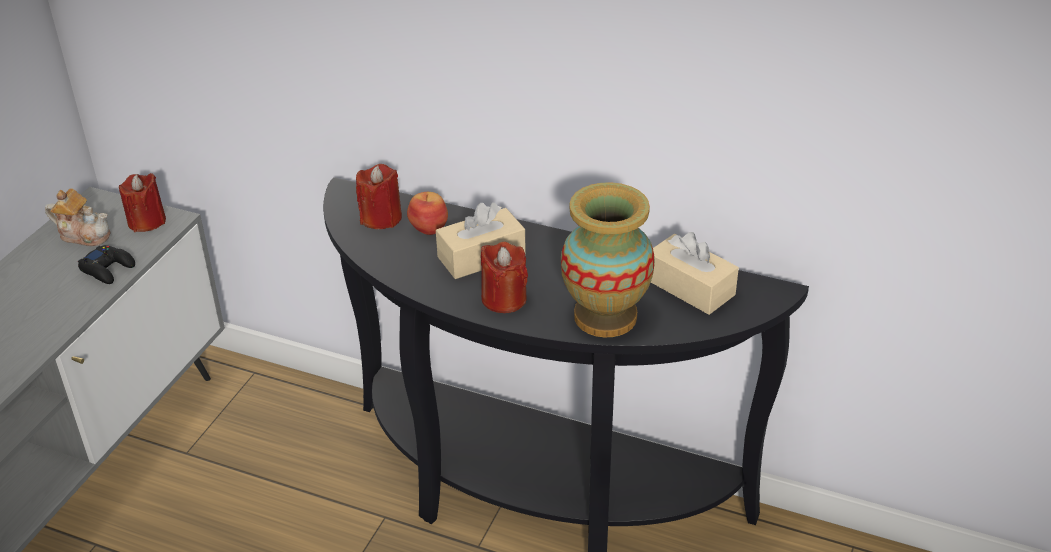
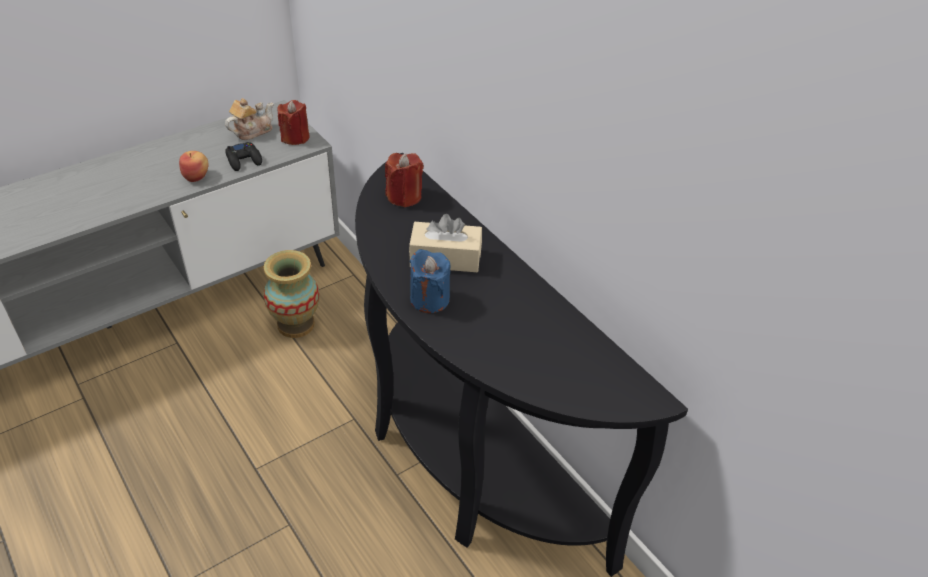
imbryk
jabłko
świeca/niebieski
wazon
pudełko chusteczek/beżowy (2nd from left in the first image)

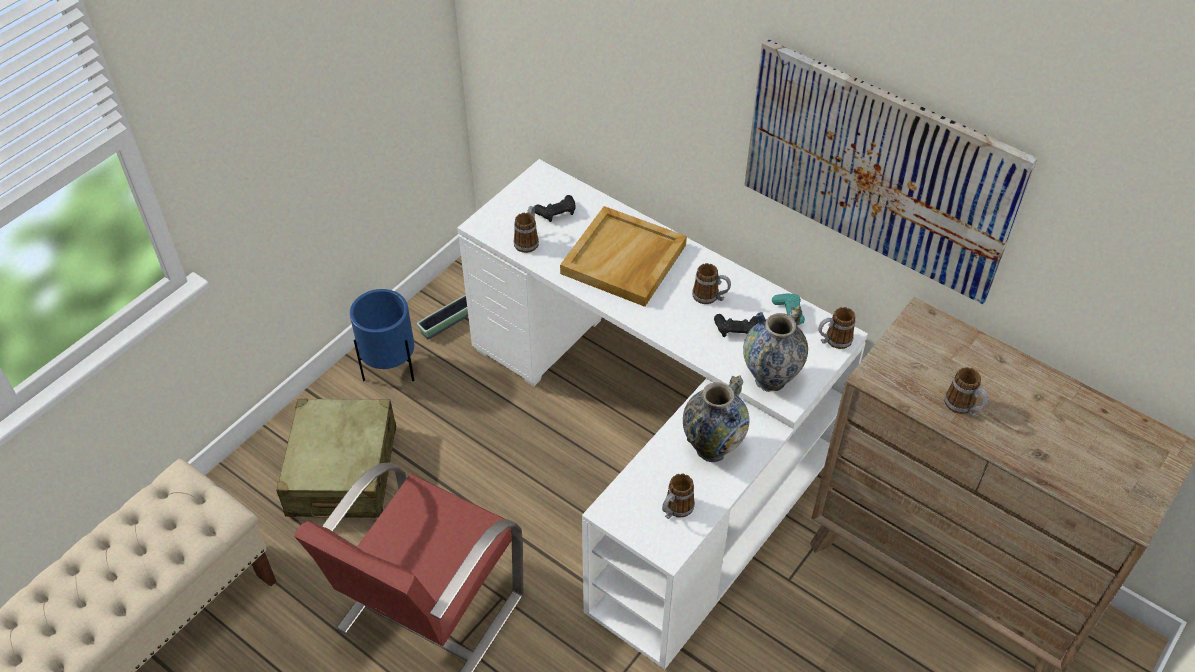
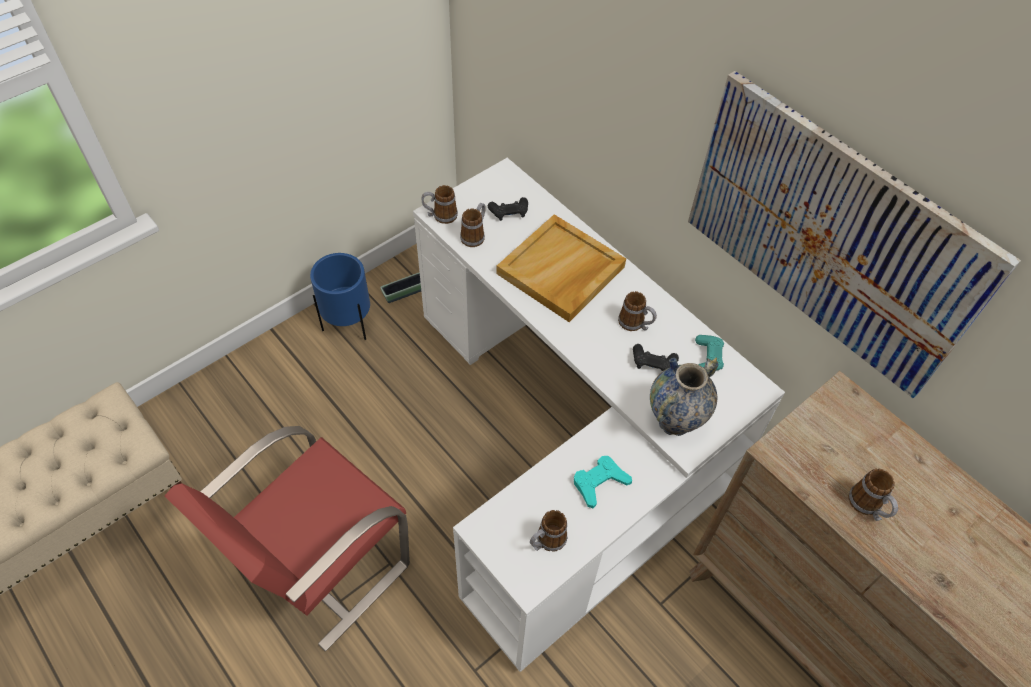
walizka/beżowy
pad do gier/turkusowy (1st from left)
kubek (1st from left)

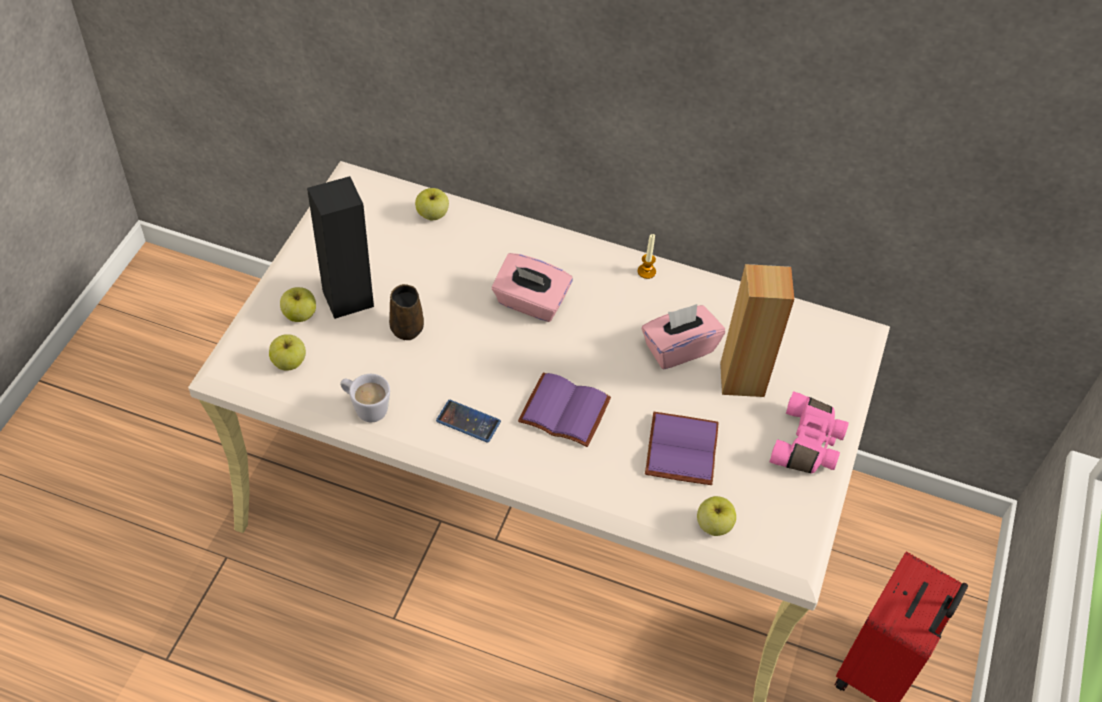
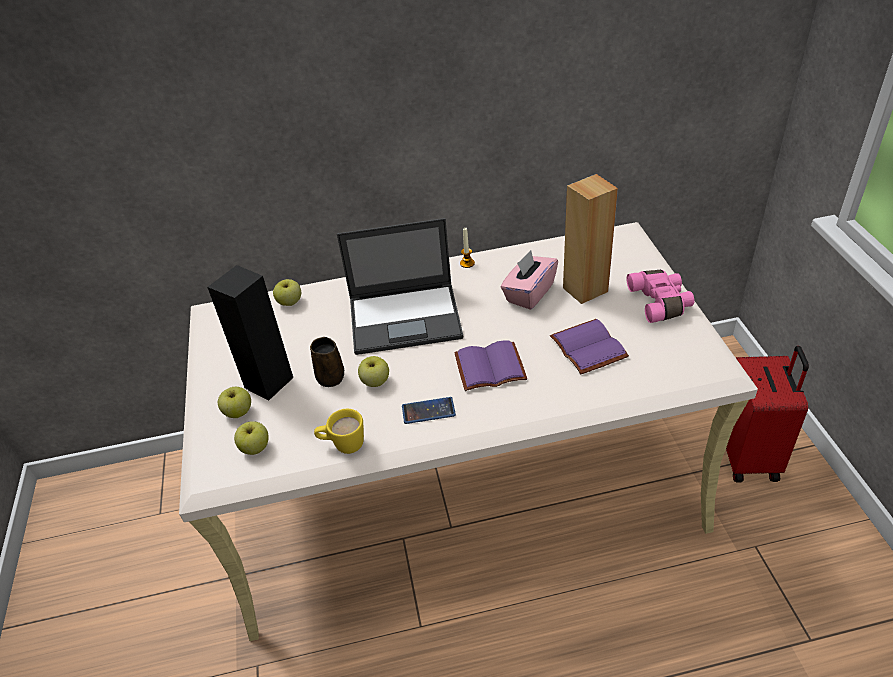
kubek/żółty
laptop
jabłko (4th from left)

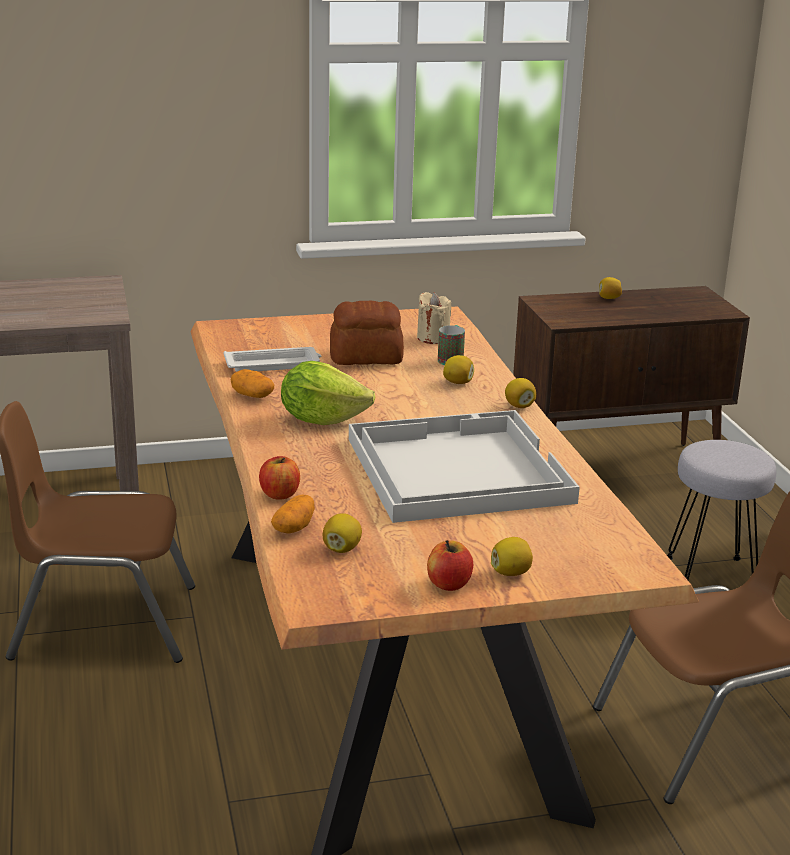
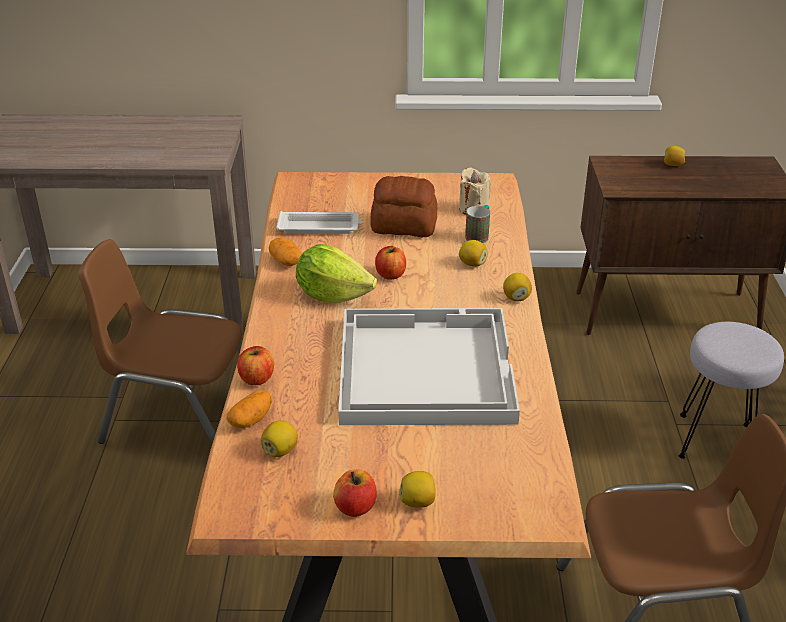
jabłko (3rd from left)

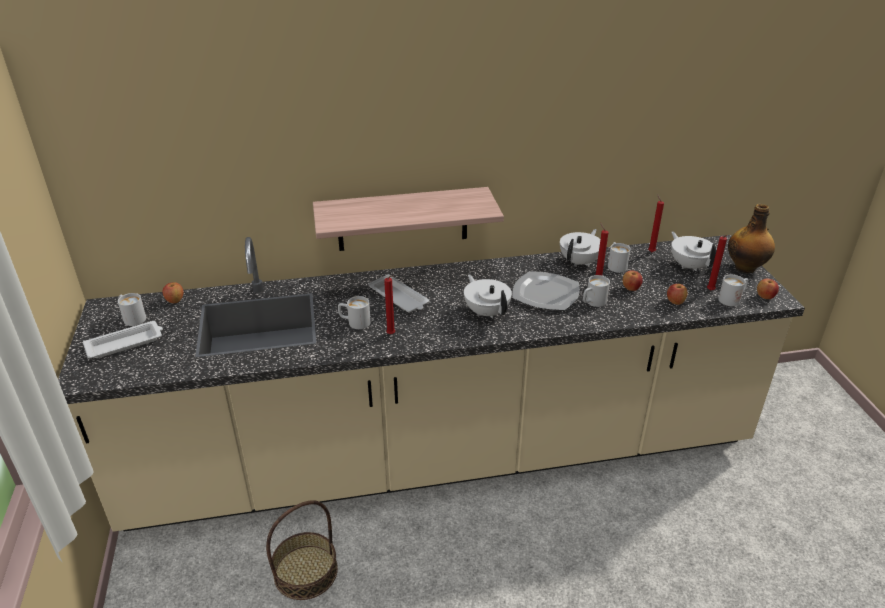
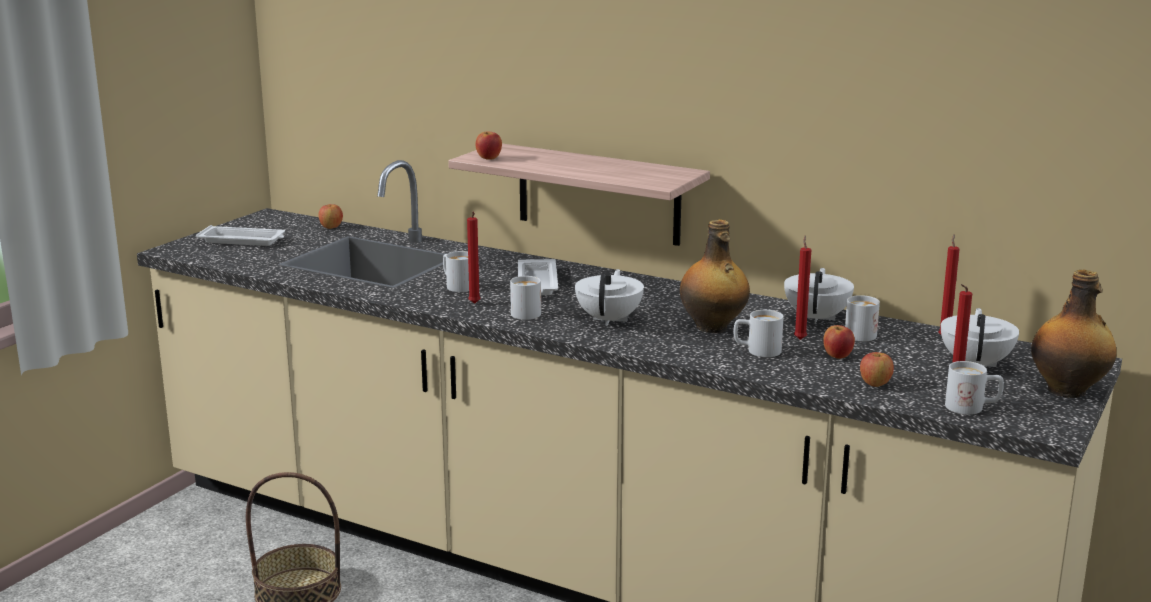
kubek/biały (2nd from left)
butelka (1st from left)
imbryk/biały (2nd from left)
jabłko (2nd from left)

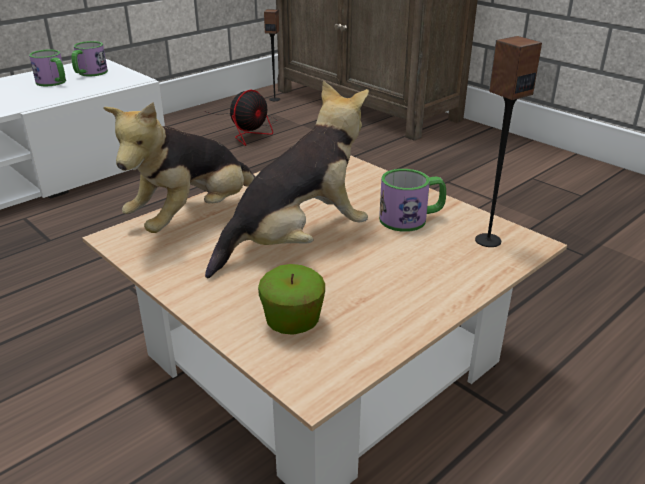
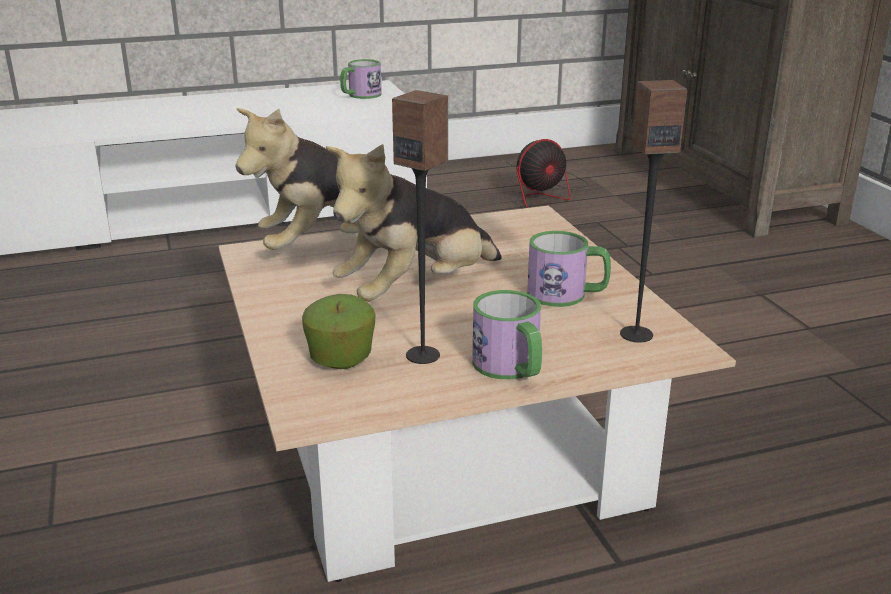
kubek (2nd from left)
pluszak (2nd from left)
głośnik (1st from left)

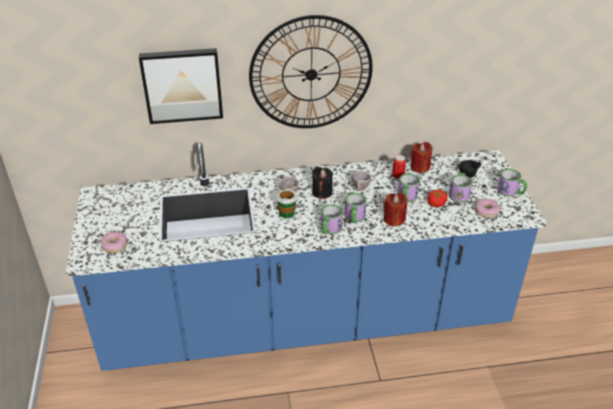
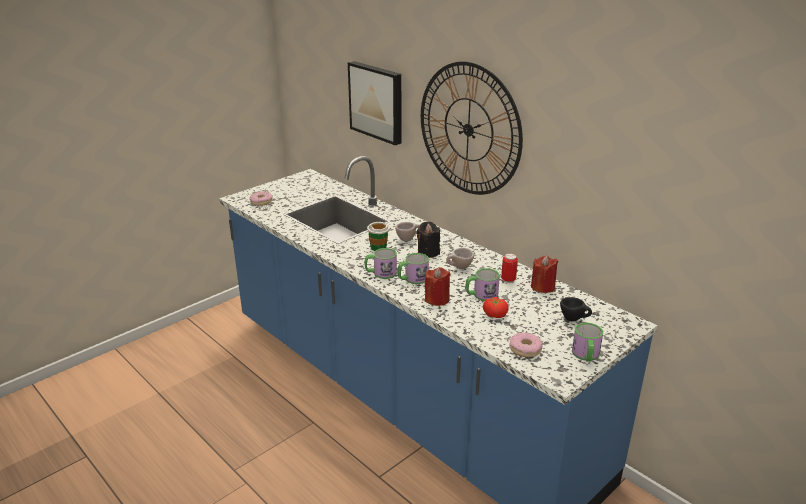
kubek (4th from left in the first image)

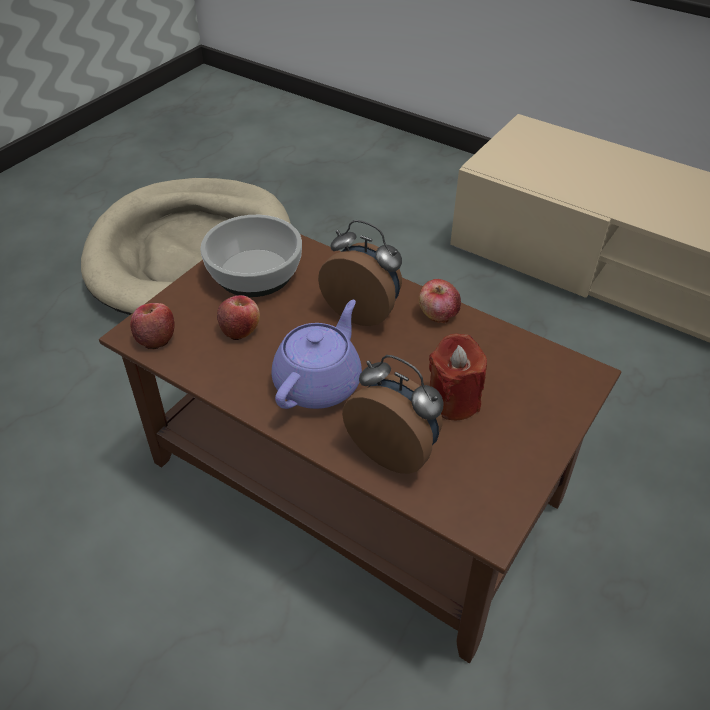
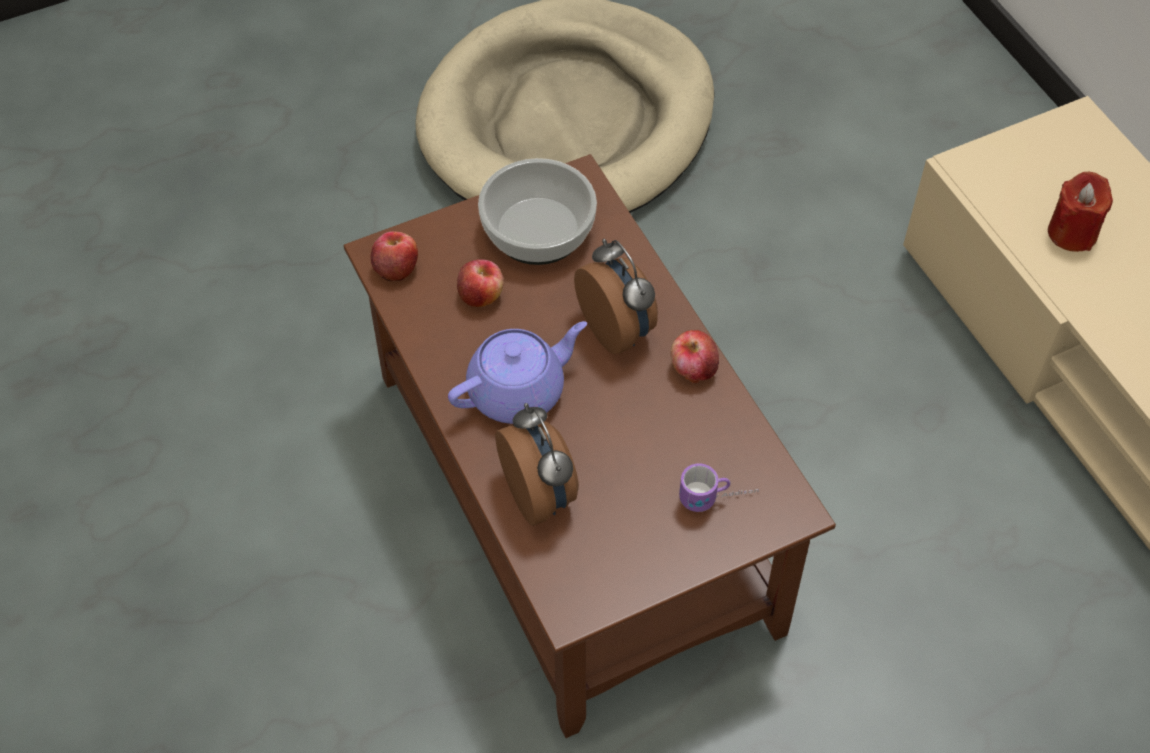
świeca/czerwony
kubek

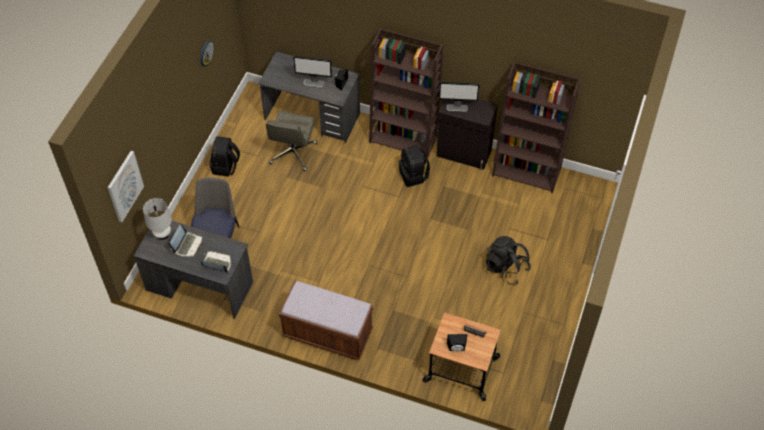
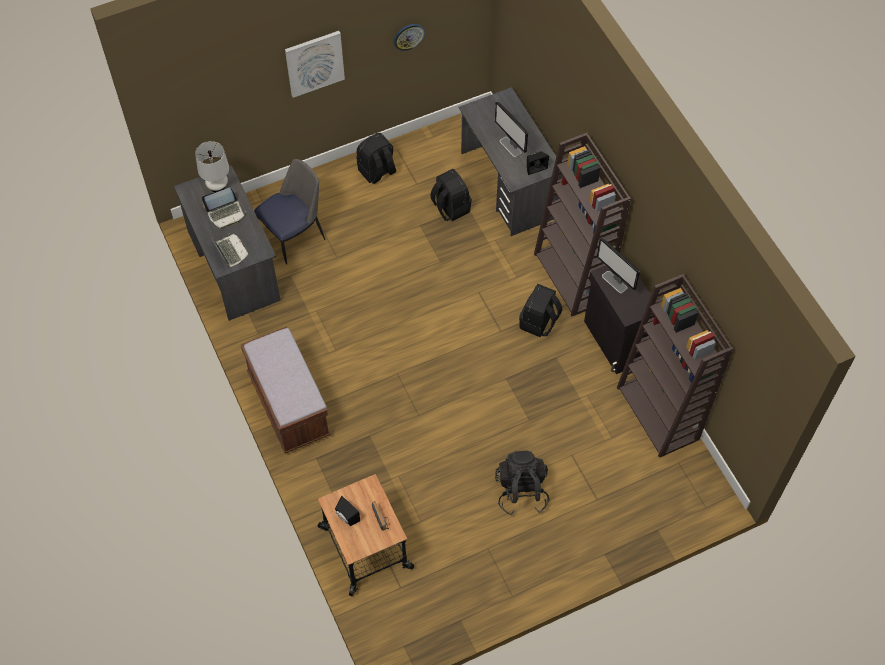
obraz
plecak/czarny (2nd from left)

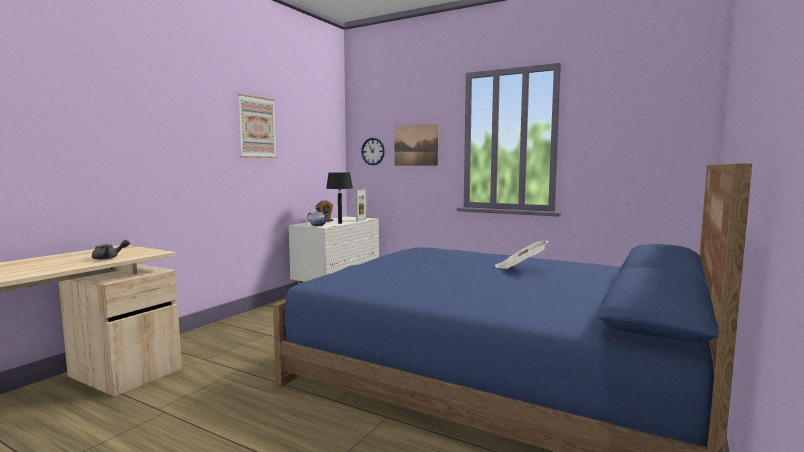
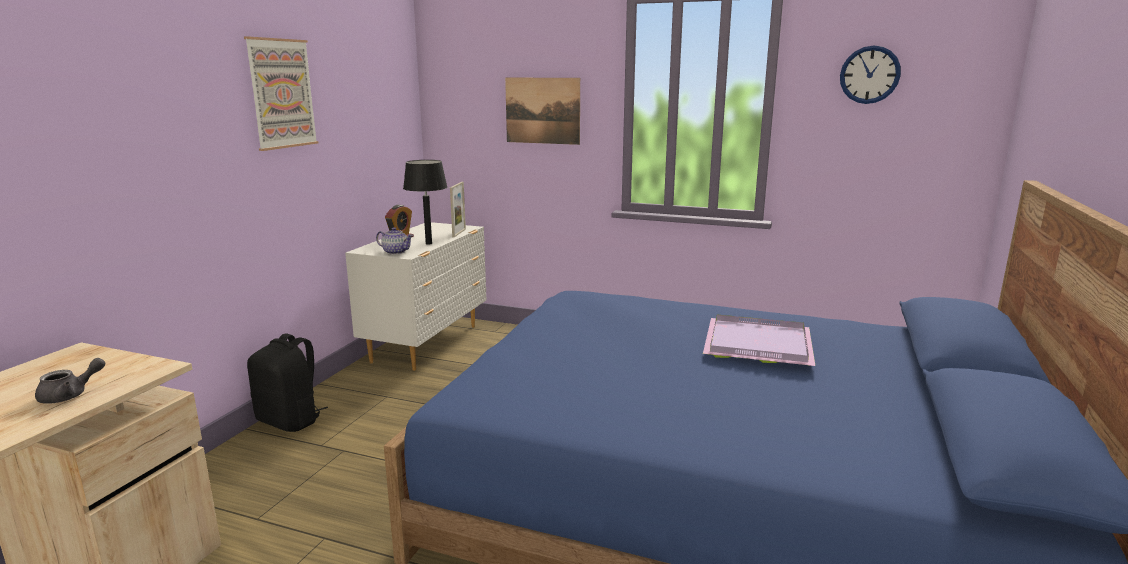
zegar ścienny
taca/fioletowy
plecak/czarny

